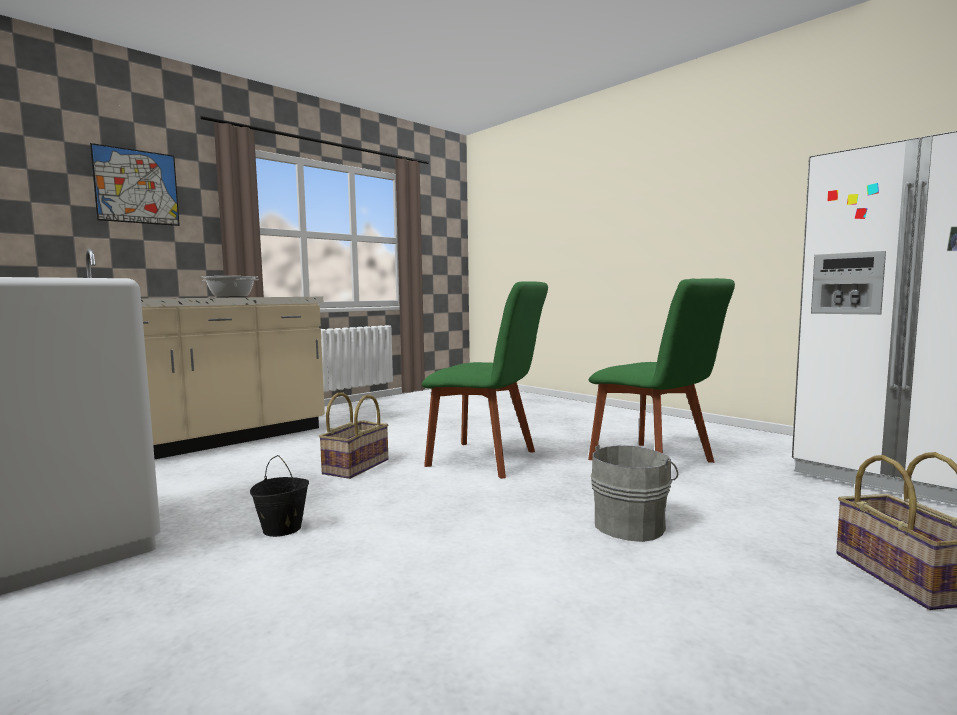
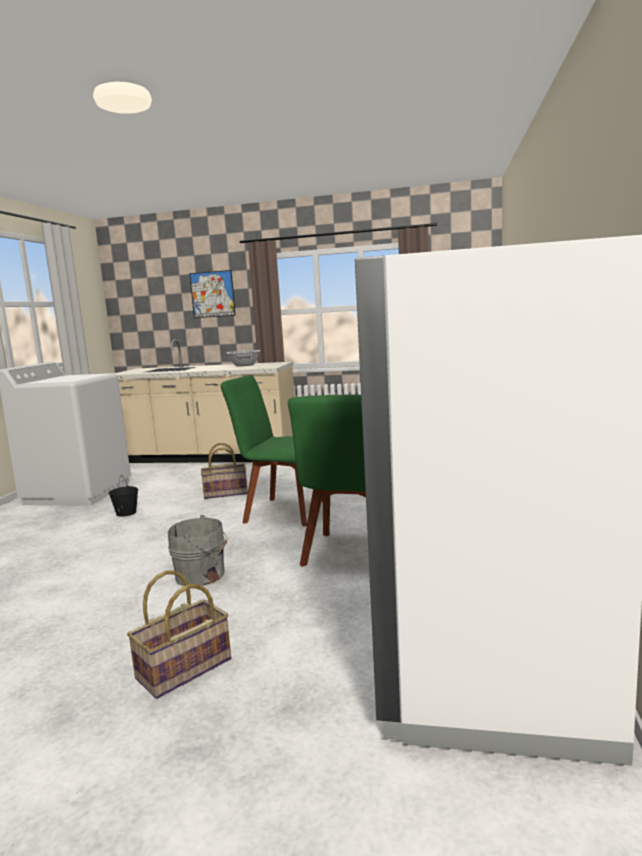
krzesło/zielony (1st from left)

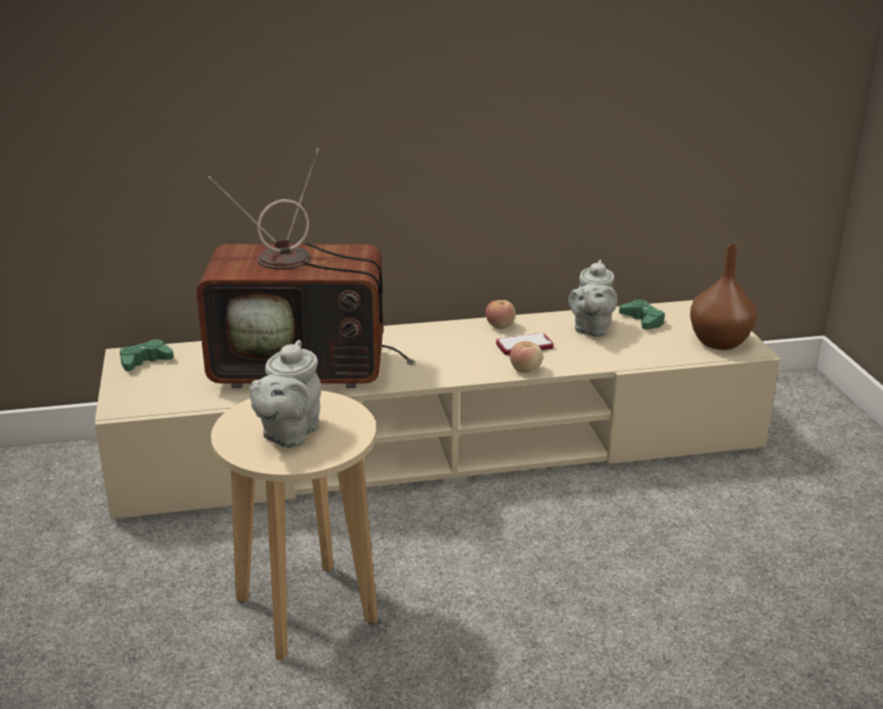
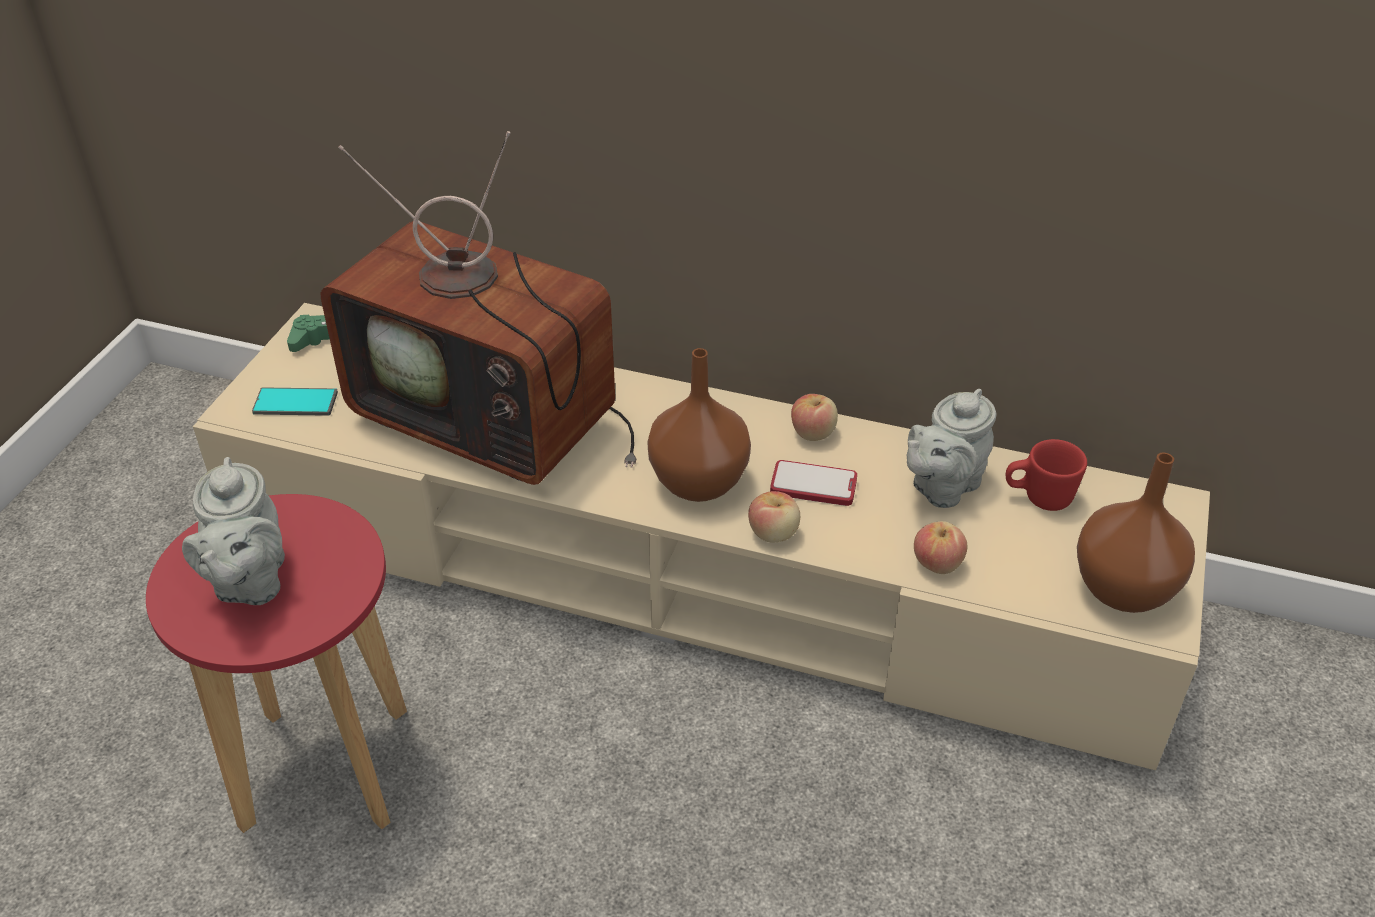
stołek/czerwony
imbryk/szary (1st from left)
kubek/czerwony
telefon (1st from left)
wazon/brązowy (1st from left)
jabłko (3rd from left)

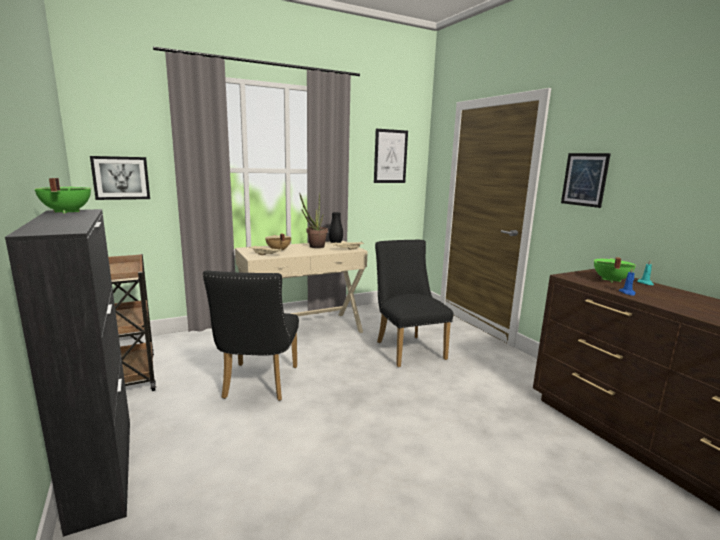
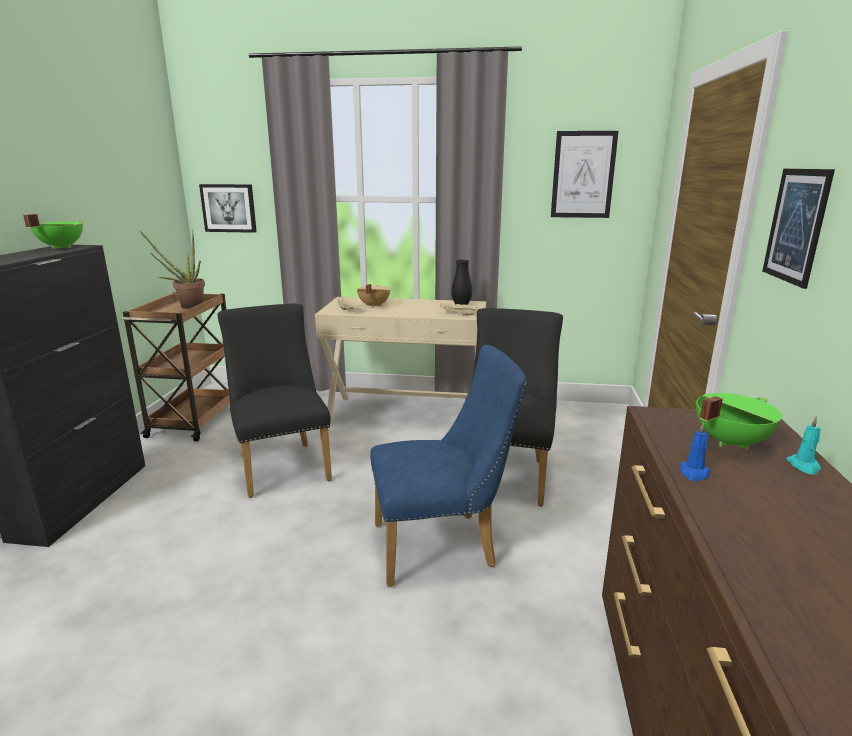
krzesło/czarny (1st from left)
roślina doniczkowa
krzesło/niebieski

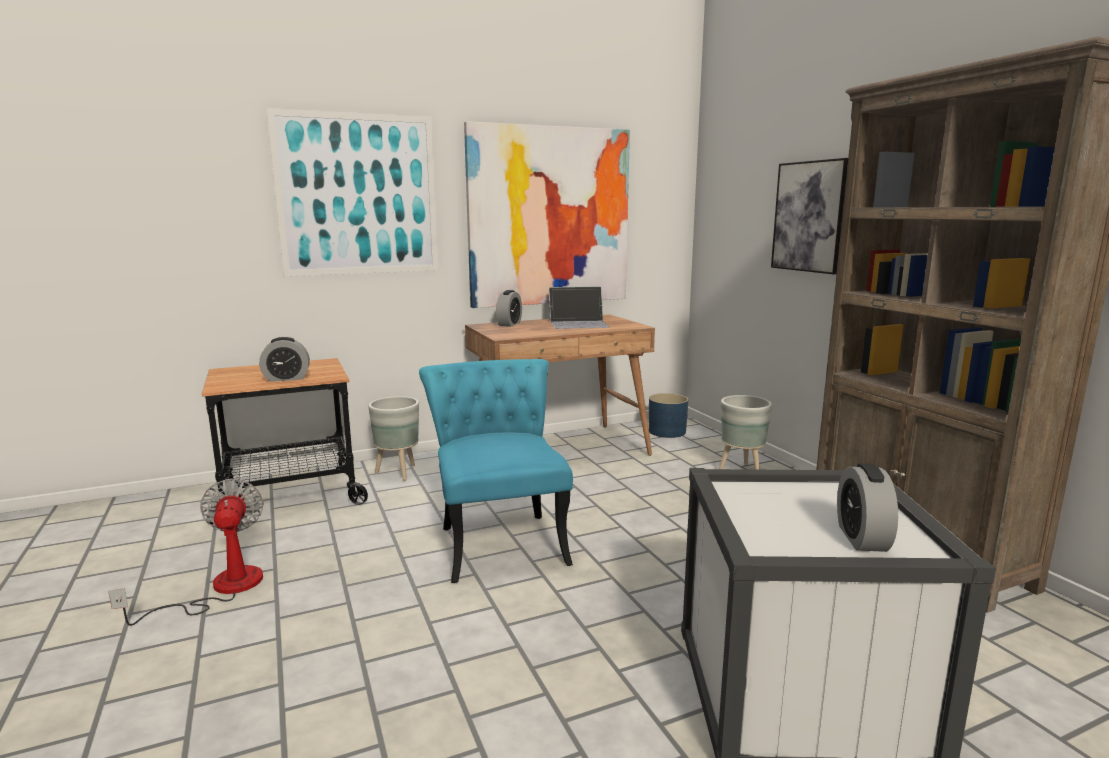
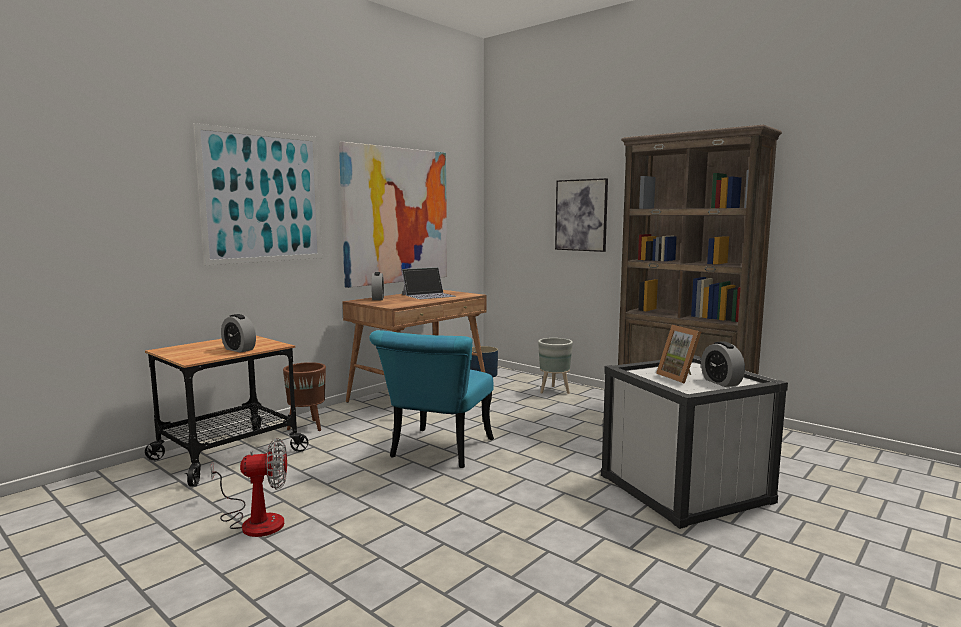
wentylator
budzik (1st from left)
donica/brązowy
krzesło/turkusowy
ramka na zdjęcie

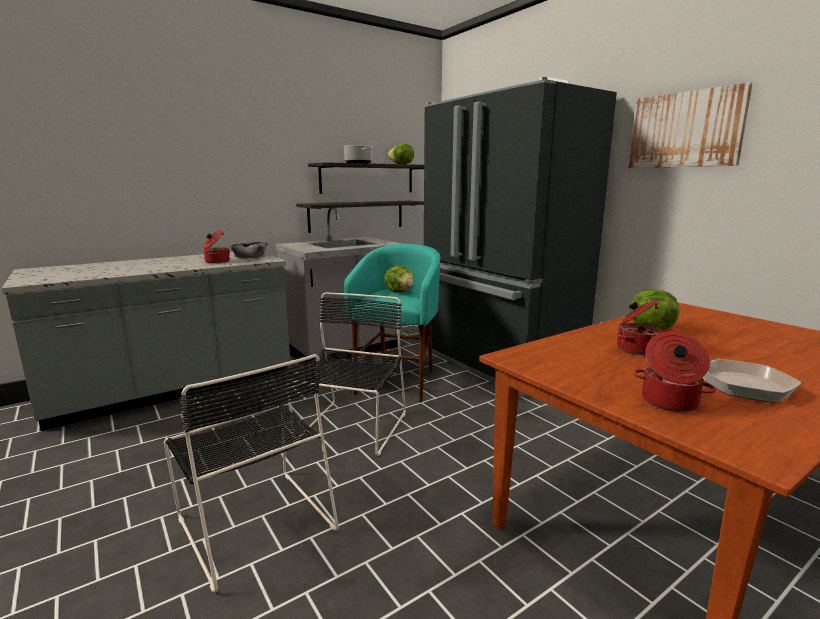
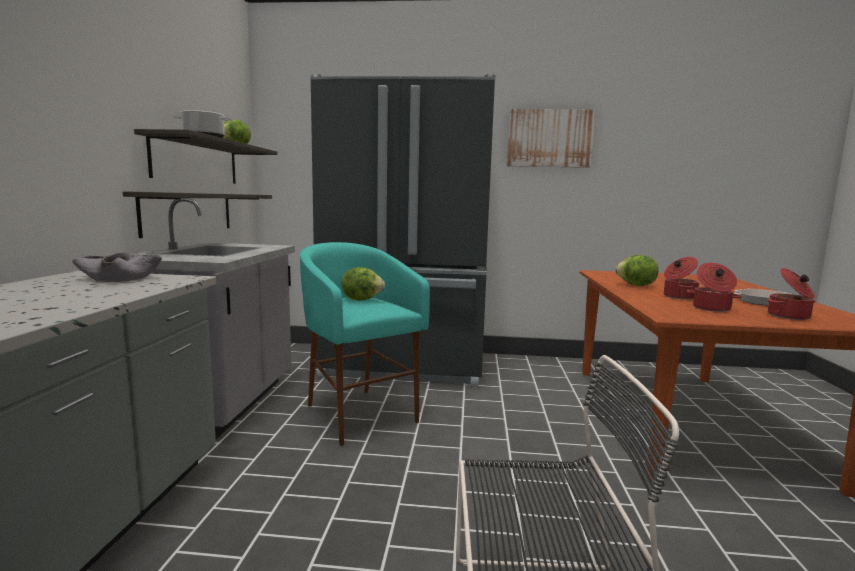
garnek (3rd from left)
krzesło/czarny (2nd from left in the first image)

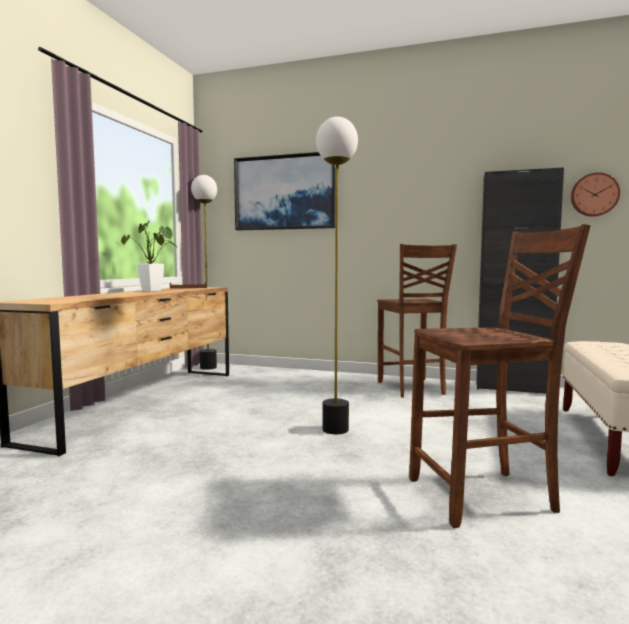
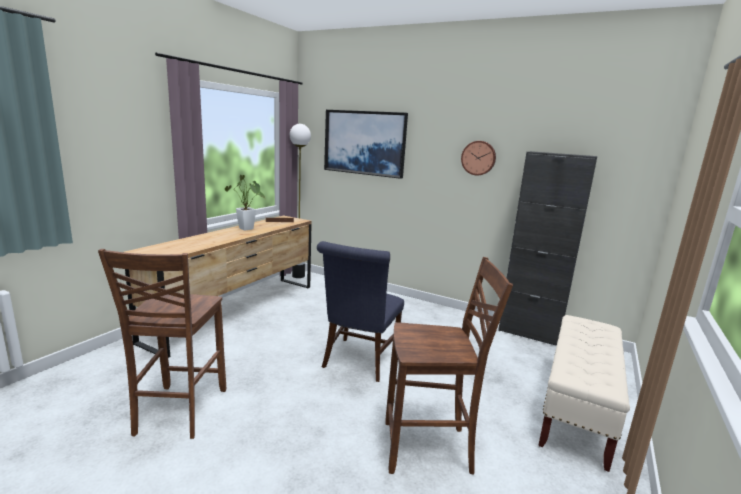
krzesło/niebieski
krzesło/brązowy (1st from left)
zegar ścienny

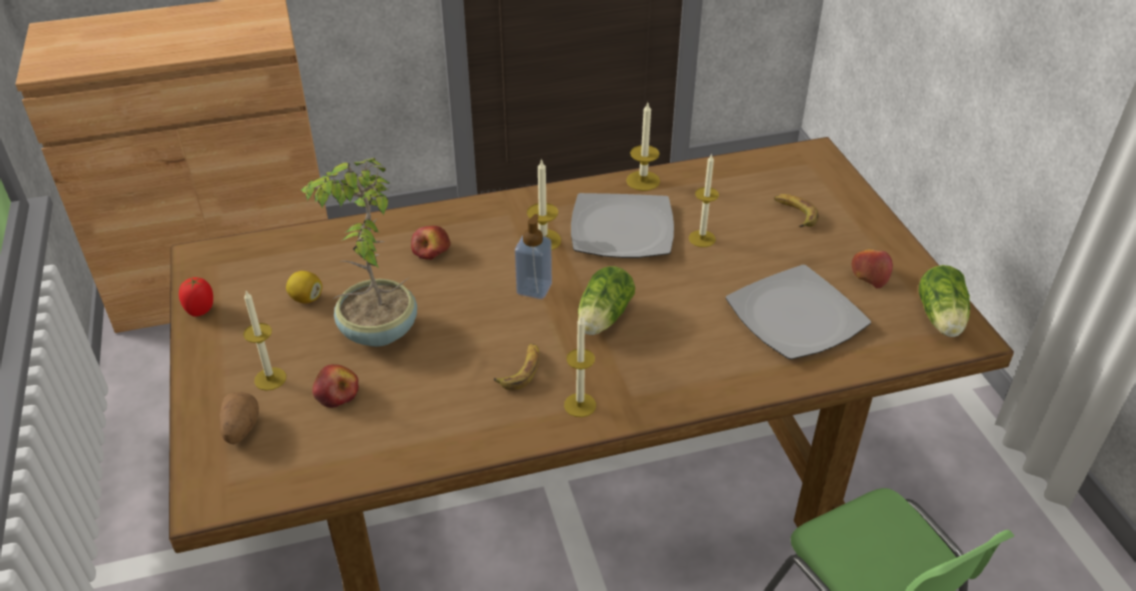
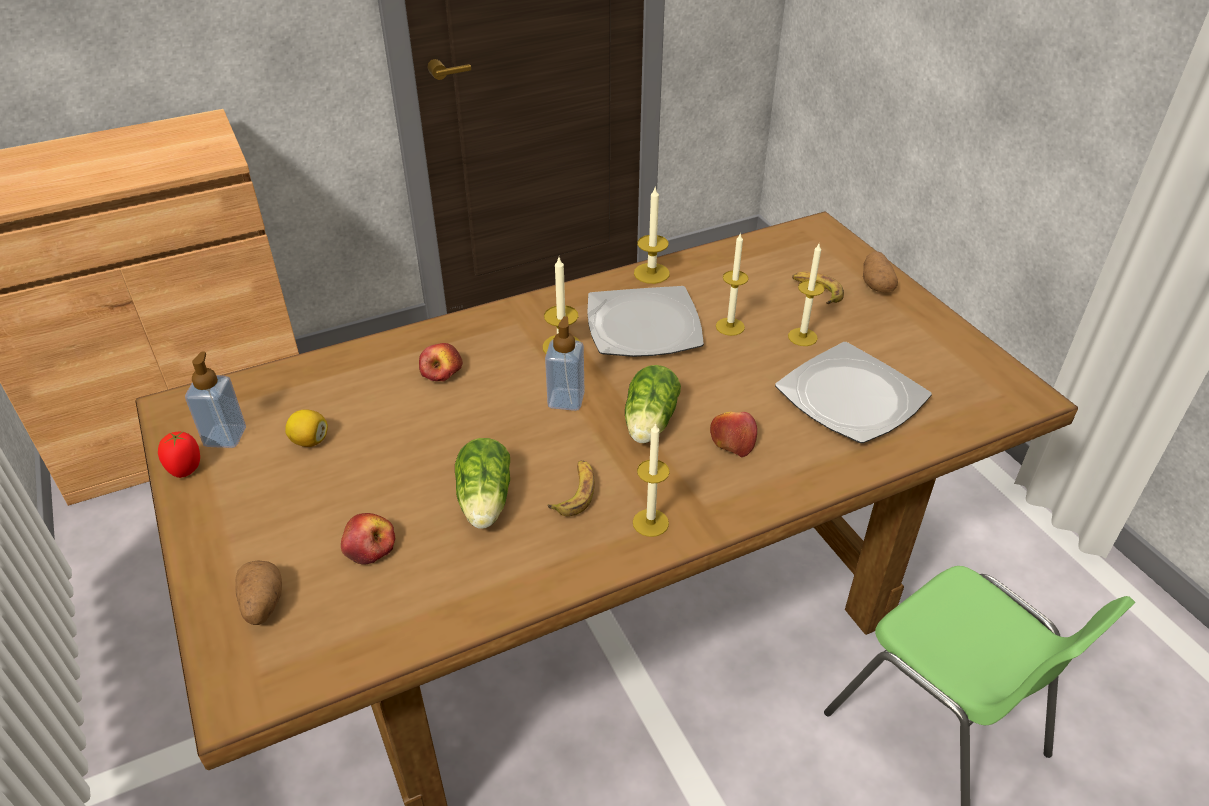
świeca (5th from left)
roślina doniczkowa
jabłko (3rd from left)
sałata (1st from left)
dozownik mydła (1st from left)
ziemniak (2nd from left)

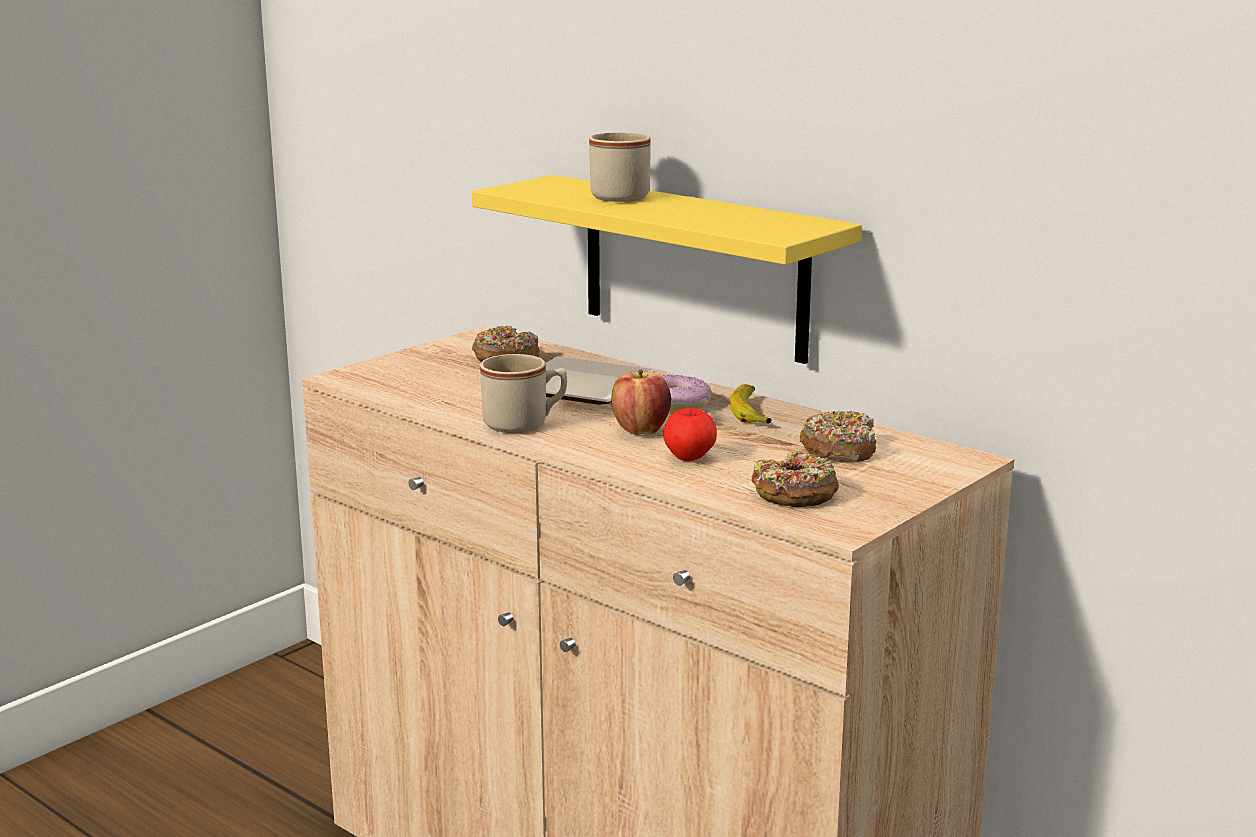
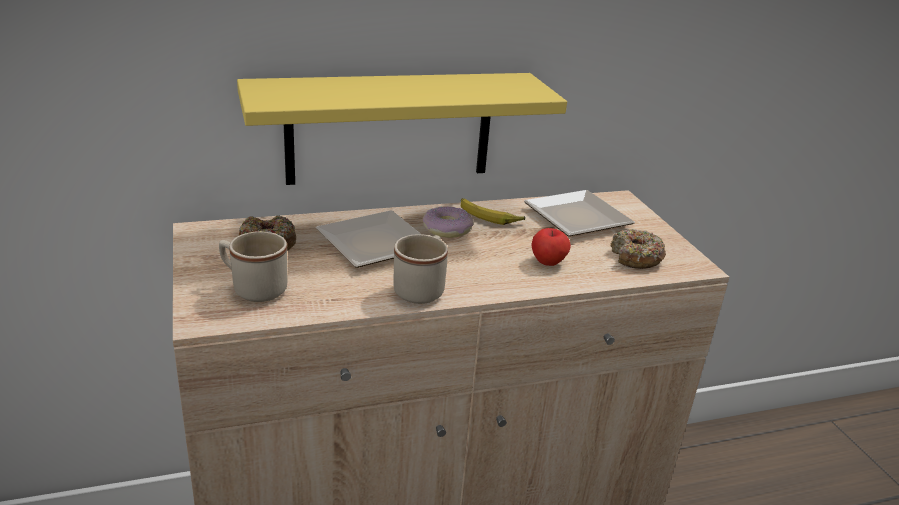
kubek/beżowy (1st from left)
jabłko (1st from left in the first image)
talerz (2nd from left)

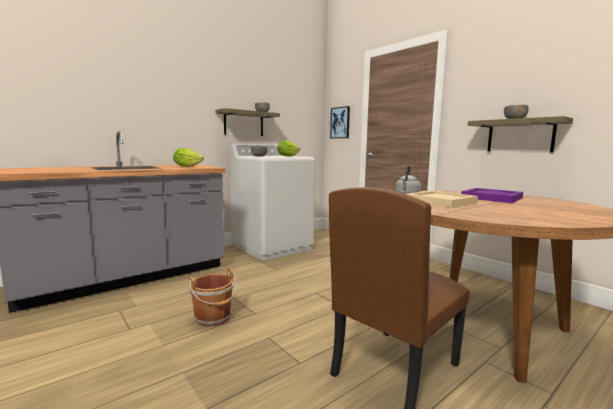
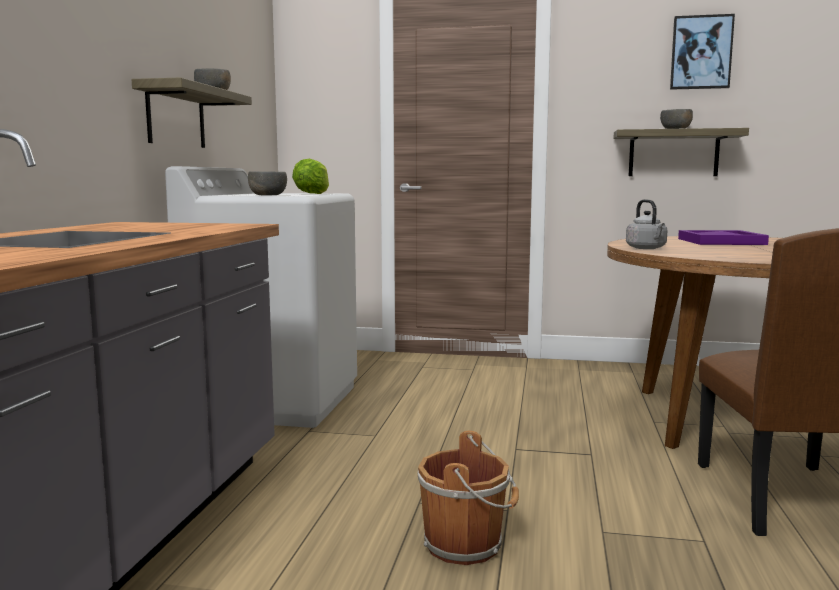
sałata (1st from left in the first image)
obraz
taca/beżowy

